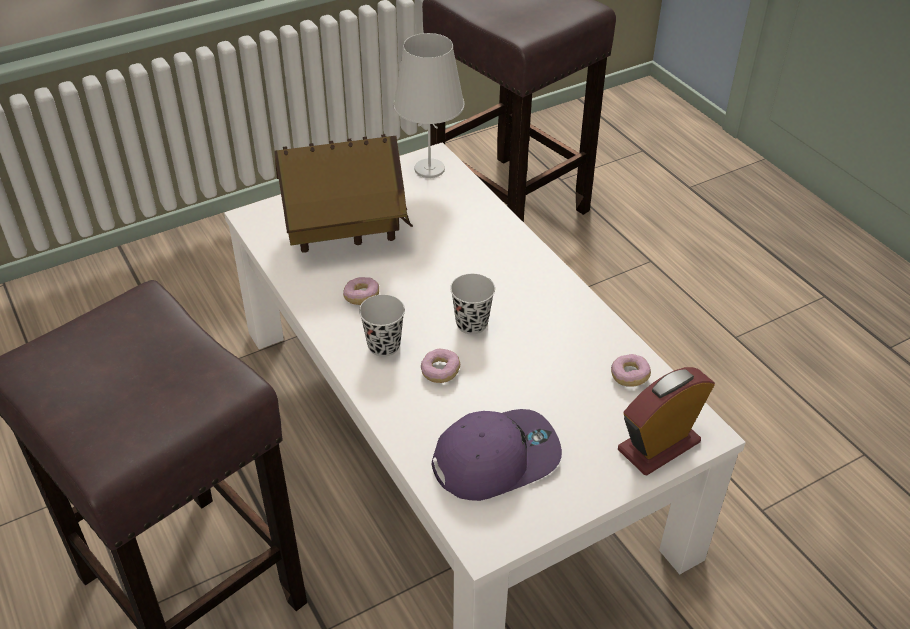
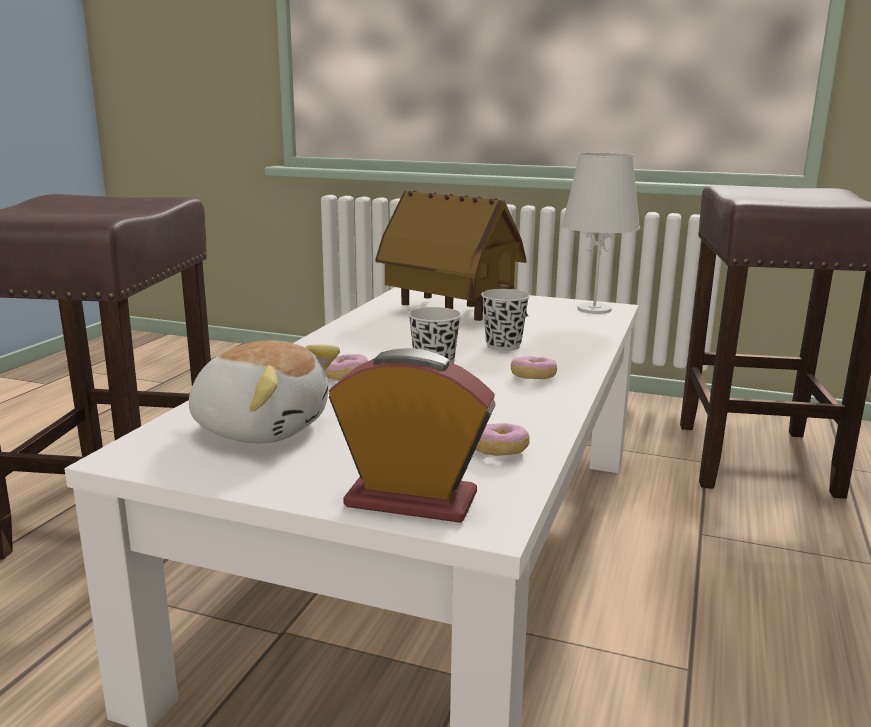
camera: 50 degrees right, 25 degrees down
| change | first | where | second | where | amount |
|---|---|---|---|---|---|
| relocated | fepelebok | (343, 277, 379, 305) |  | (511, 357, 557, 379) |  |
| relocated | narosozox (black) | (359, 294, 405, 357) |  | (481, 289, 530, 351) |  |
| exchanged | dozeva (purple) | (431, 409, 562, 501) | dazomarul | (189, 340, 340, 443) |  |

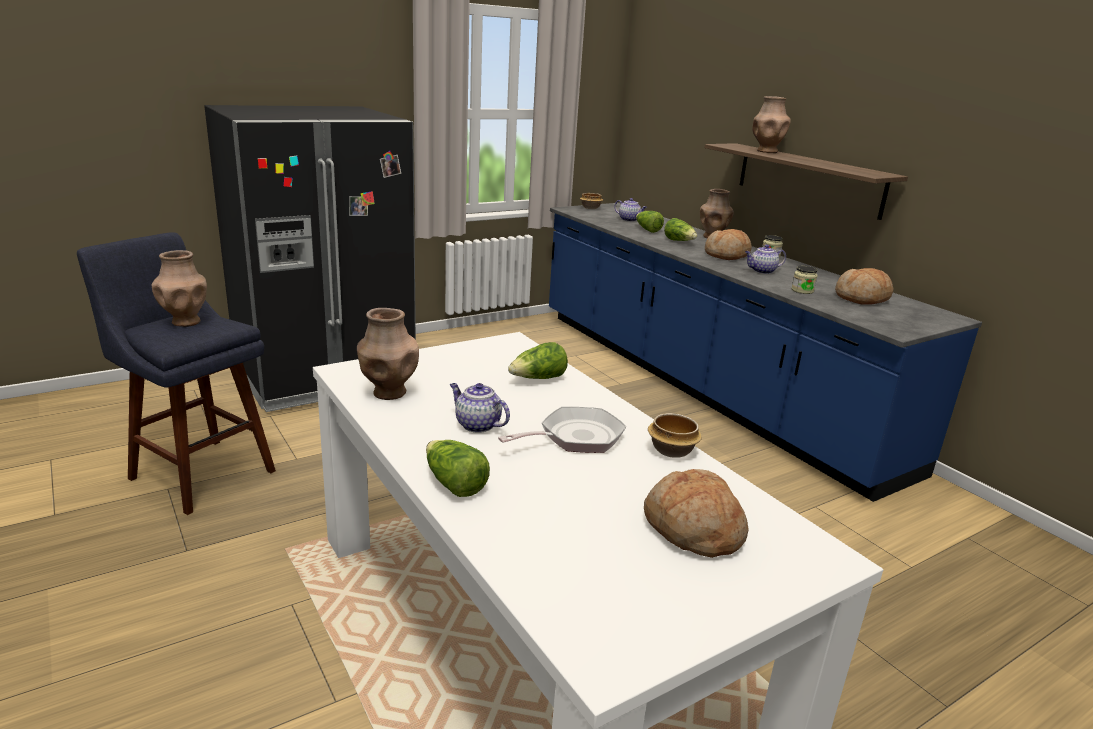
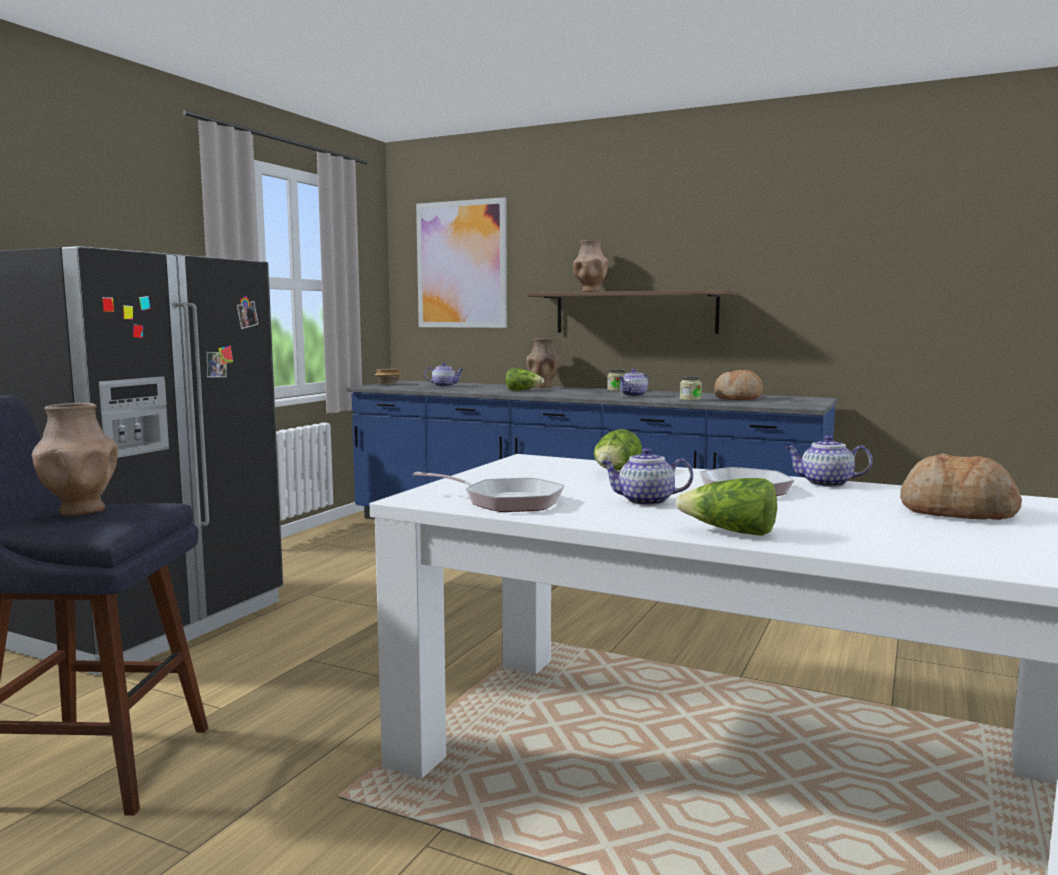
camera: 30 degrees left, 15 degrees down
| change | first | where | second | where | amount |
|---|---|---|---|---|---|
| exchanged | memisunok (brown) | (357, 308, 419, 400) | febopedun | (413, 472, 565, 512) |  |
| missing | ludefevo | (636, 211, 664, 233) |  |  |  |
| exchanged | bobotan | (648, 413, 702, 458) | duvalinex | (785, 435, 872, 487) |  |
| missing | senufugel | (705, 229, 752, 260) |  |  |  |
| appeared |  |  | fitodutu | (416, 197, 507, 328) |  |

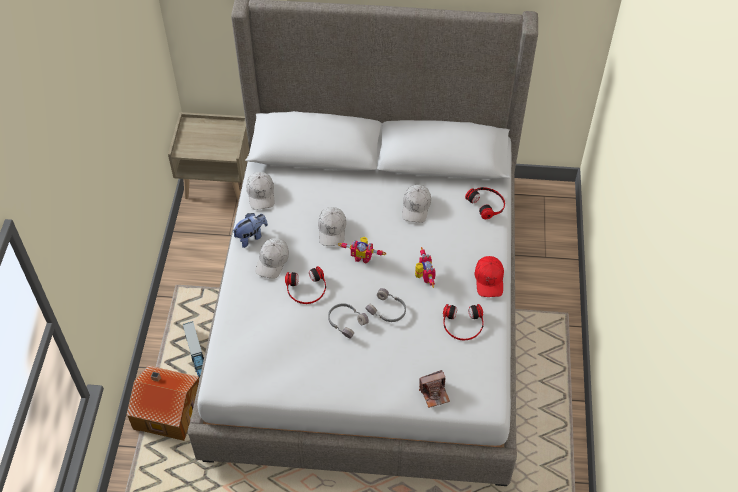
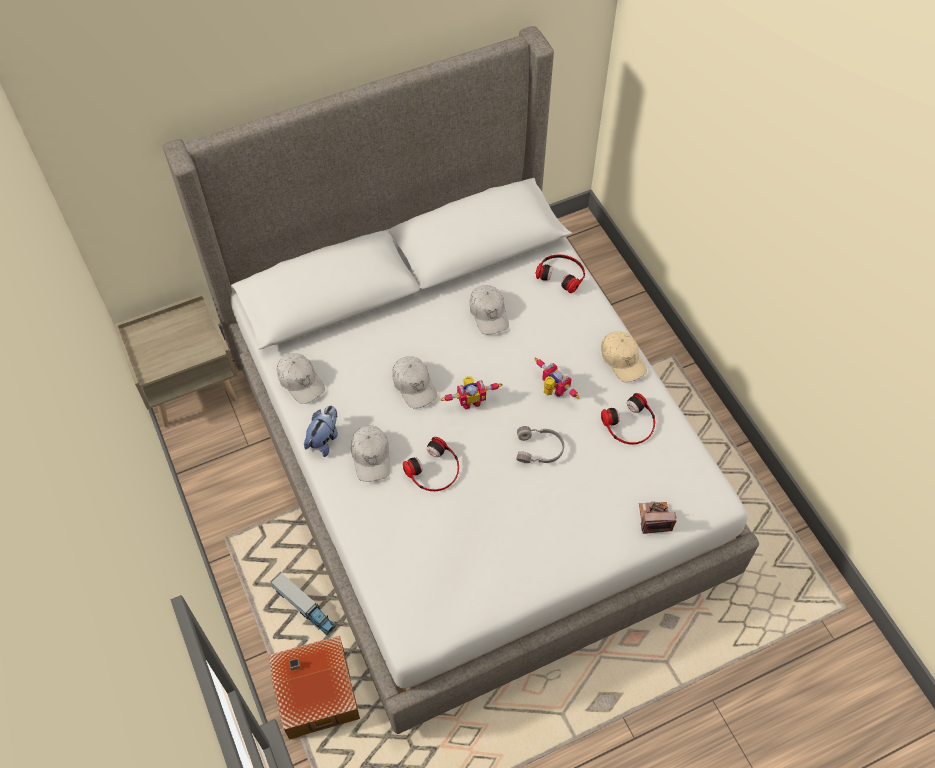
camera: 30 degrees left, 5 degrees up
| change | first | where | second | where | amount |
|---|---|---|---|---|---|
| missing | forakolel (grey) | (328, 303, 369, 339) |  |  |  |
| spun | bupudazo | (419, 370, 450, 408) |  | (639, 502, 676, 534) | 135 degrees counterclockwise |
| colour | dozeva (red) | (474, 256, 504, 297) | dozeva (beige) | (601, 331, 647, 382) |  |

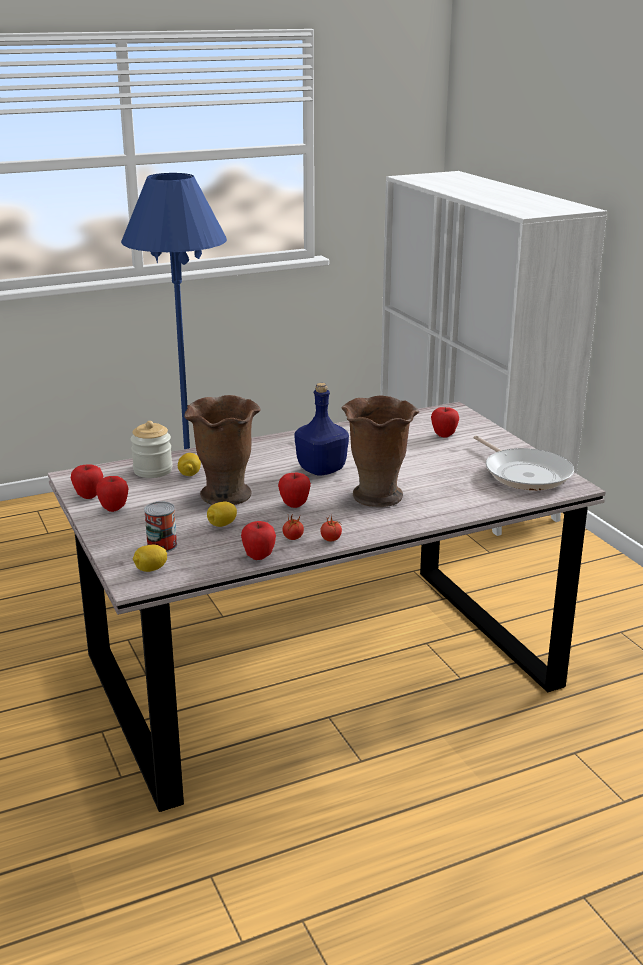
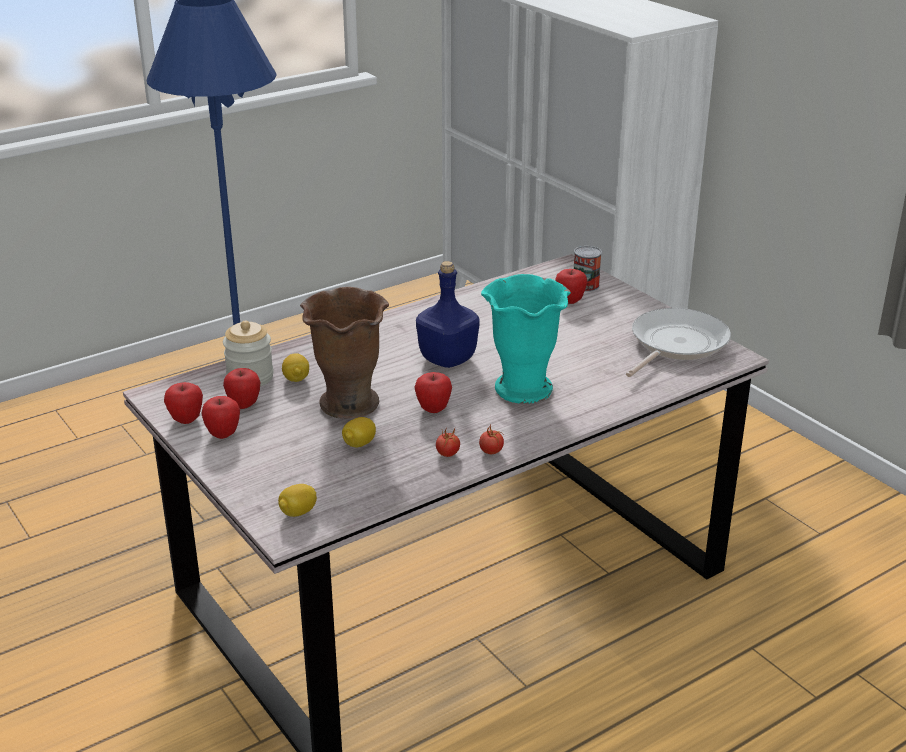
camera: 10 degrees left, 5 degrees up
| change | first | where | second | where | amount |
|---|---|---|---|---|---|
| relocated | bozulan | (144, 501, 177, 552) |  | (574, 246, 602, 292) |  |
| relocated | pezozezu | (241, 521, 276, 560) |  | (223, 368, 260, 409) |  |
| colour | memisunok (brown) | (342, 396, 419, 507) | memisunok (turquoise) | (481, 274, 571, 404) |  |
| spun | febopedun | (473, 436, 574, 490) |  | (626, 308, 731, 377) | 105 degrees counterclockwise |

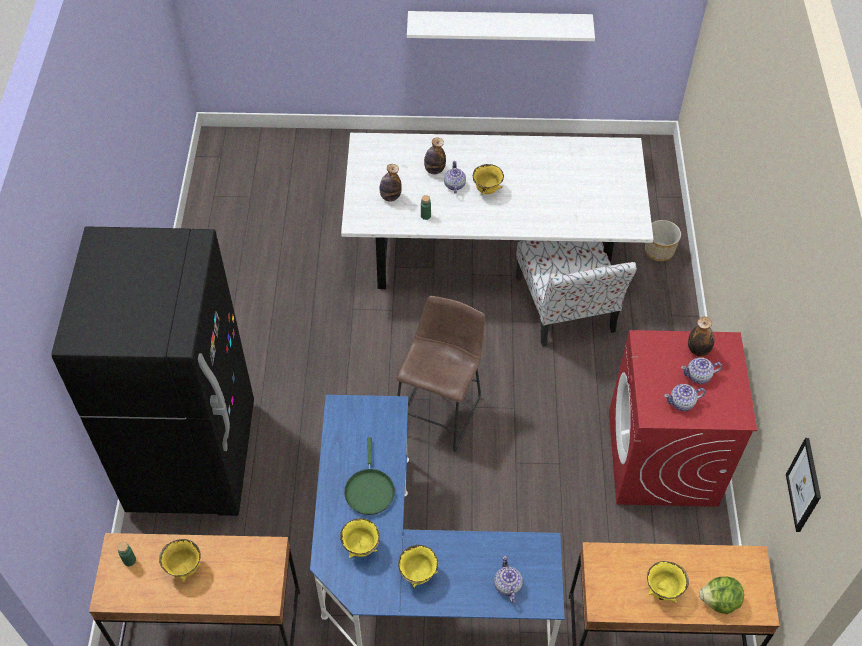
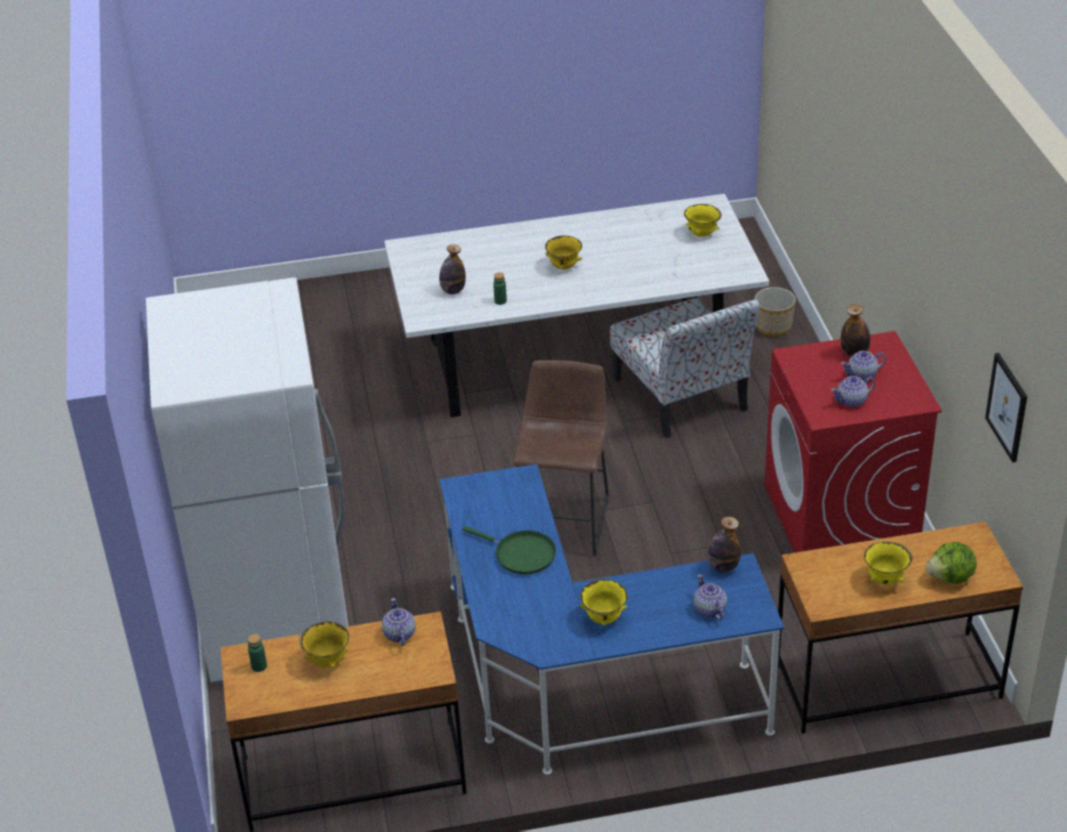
camera: 10 degrees left, 15 degrees down
| change | first | where | second | where | amount |
|---|---|---|---|---|---|
| colour | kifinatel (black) | (52, 226, 254, 516) | kifinatel (white) | (146, 277, 348, 684) |  |
| relocated | bobotan (yellow) | (340, 518, 380, 558) |  | (684, 204, 722, 237) |  |
| spun | febopedun (green) | (344, 437, 395, 515) |  | (462, 526, 556, 574) | 45 degrees counterclockwise |
| missing | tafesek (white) | (407, 11, 595, 41) |  |  |  |
| relocated | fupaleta | (424, 137, 446, 175) |  | (708, 517, 741, 573) |  |
| relocated | duvalinex | (444, 161, 466, 194) |  | (382, 598, 416, 646) |  |

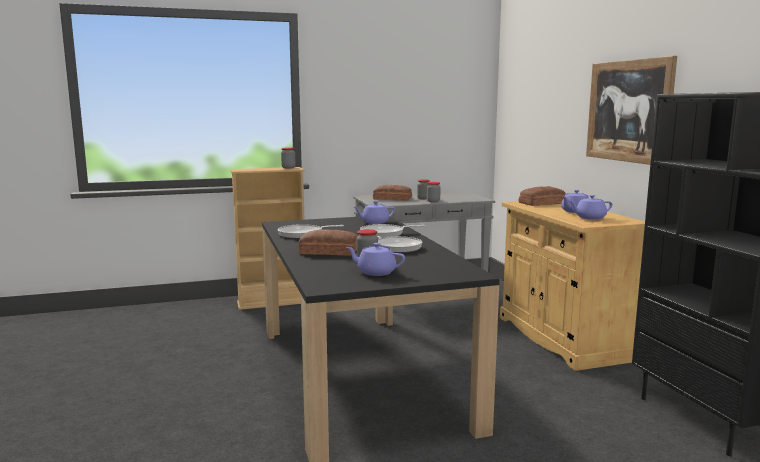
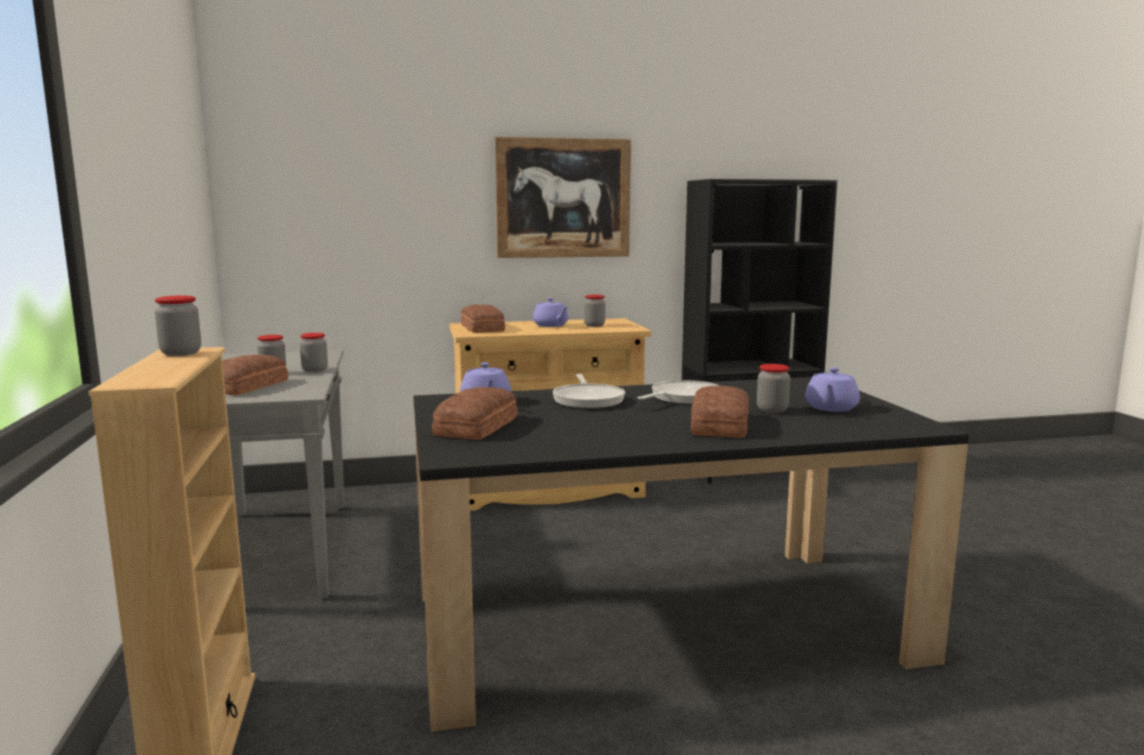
camera: 85 degrees left, 0 degrees up
| change | first | where | second | where | amount |
|---|---|---|---|---|---|
| missing | febopedun | (278, 224, 344, 239) |  |  |  |
| exchanged | duvalinex (purple) | (570, 195, 612, 220) | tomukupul | (584, 295, 605, 327) |  |
| appeared |  |  | senufugel | (432, 387, 518, 440) |  |

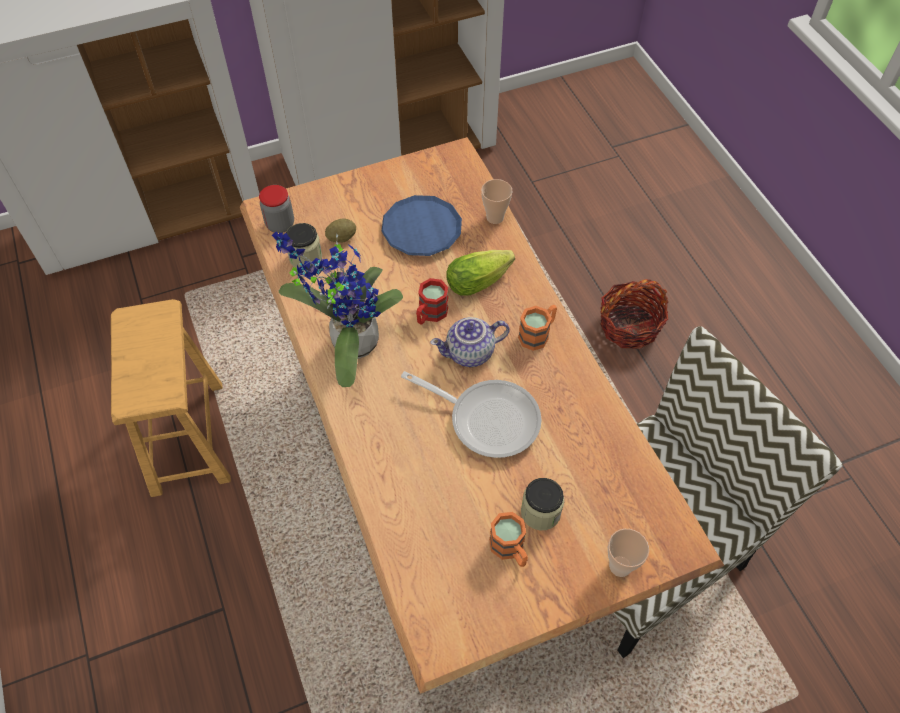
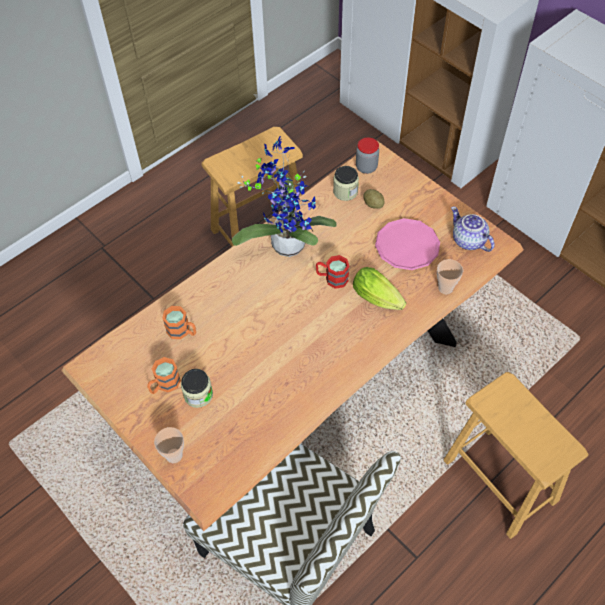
camera: 70 degrees right, 0 degrees up
| change | first | where | second | where | amount |
|---|---|---|---|---|---|
| colour | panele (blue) | (381, 195, 462, 256) | panele (pink) | (375, 218, 440, 270) |  |
| missing | febopedun | (401, 371, 542, 458) |  |  |  |
| relocated | duvalinex | (430, 317, 510, 367) |  | (451, 207, 494, 252) |  |
| relocated | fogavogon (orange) | (518, 305, 557, 351) |  | (162, 306, 196, 339) |  |
| exchanged | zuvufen | (600, 279, 669, 349) | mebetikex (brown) | (443, 372, 589, 539) |  |

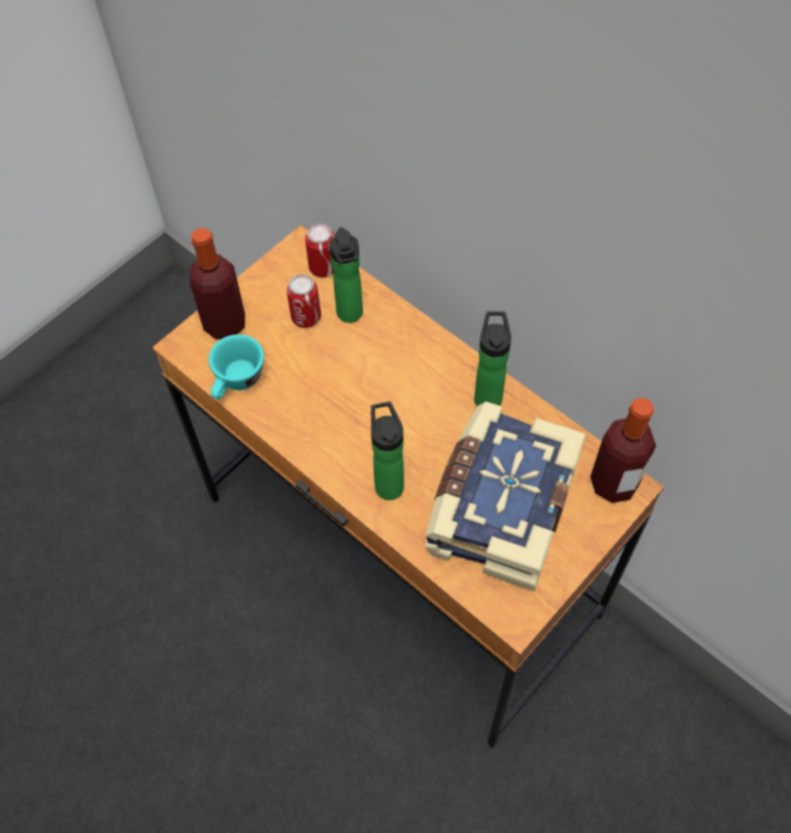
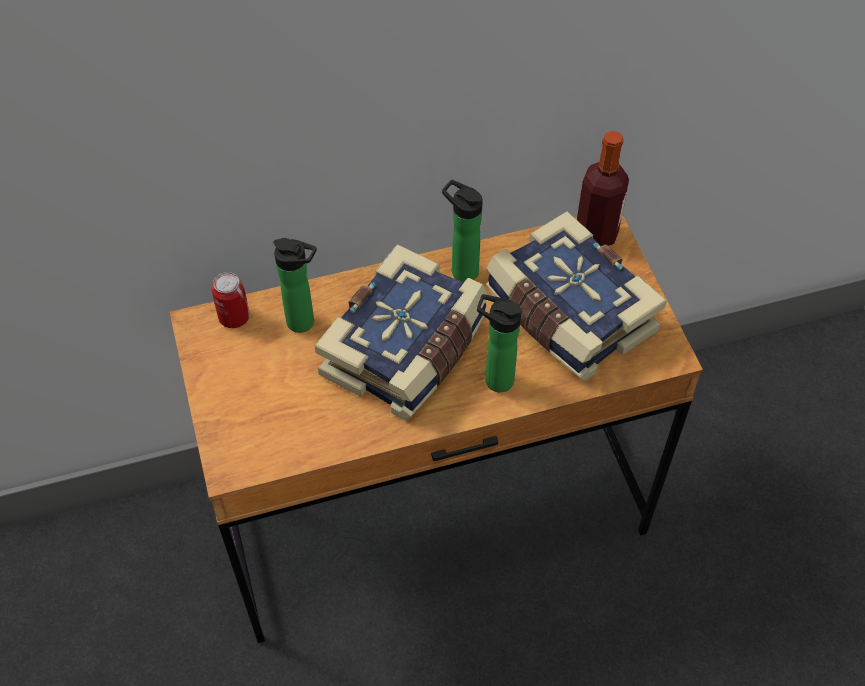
camera: 60 degrees left, 5 degrees down
| change | first | where | second | where | amount |
|---|---|---|---|---|---|
| missing | fupaleta | (190, 228, 245, 340) |  |  |  |
| missing | narosozox (turquoise) | (209, 334, 264, 400) |  |  |  |
| missing | bozulan | (287, 274, 321, 328) |  |  |  |
| appeared |  |  | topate | (315, 244, 488, 420) |  |

